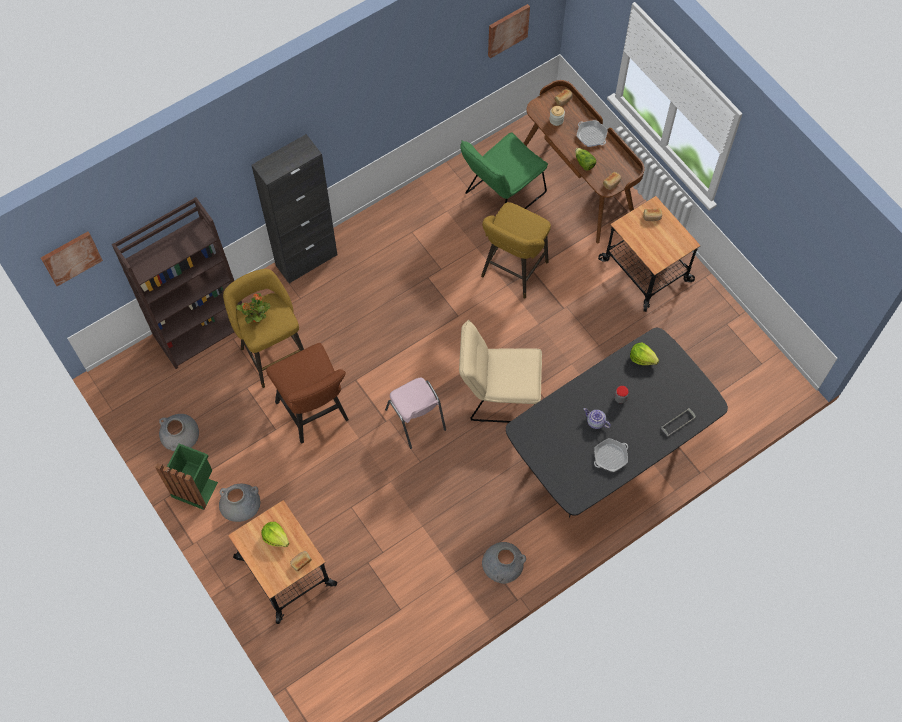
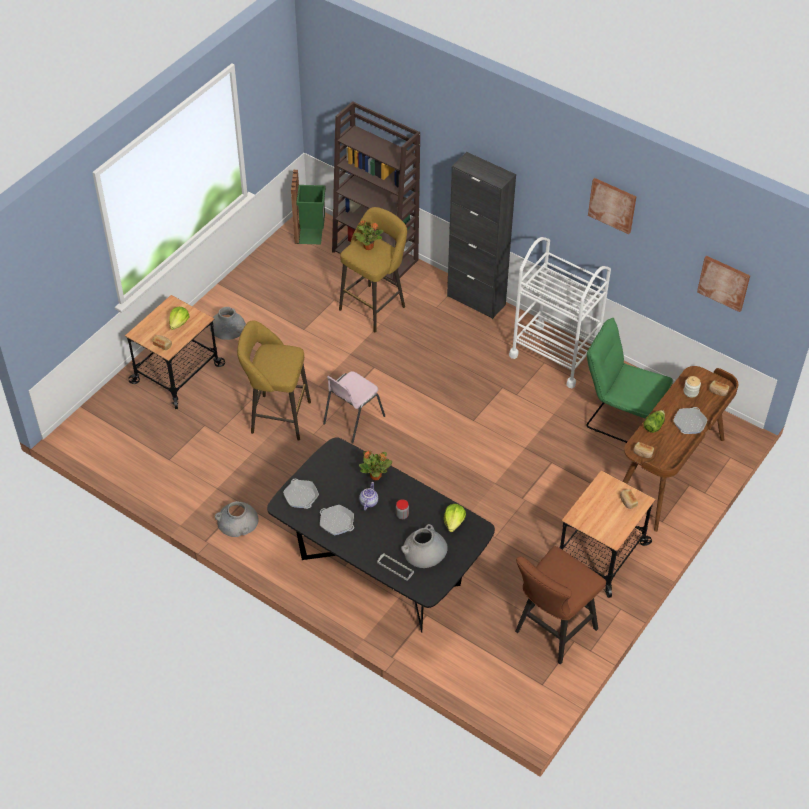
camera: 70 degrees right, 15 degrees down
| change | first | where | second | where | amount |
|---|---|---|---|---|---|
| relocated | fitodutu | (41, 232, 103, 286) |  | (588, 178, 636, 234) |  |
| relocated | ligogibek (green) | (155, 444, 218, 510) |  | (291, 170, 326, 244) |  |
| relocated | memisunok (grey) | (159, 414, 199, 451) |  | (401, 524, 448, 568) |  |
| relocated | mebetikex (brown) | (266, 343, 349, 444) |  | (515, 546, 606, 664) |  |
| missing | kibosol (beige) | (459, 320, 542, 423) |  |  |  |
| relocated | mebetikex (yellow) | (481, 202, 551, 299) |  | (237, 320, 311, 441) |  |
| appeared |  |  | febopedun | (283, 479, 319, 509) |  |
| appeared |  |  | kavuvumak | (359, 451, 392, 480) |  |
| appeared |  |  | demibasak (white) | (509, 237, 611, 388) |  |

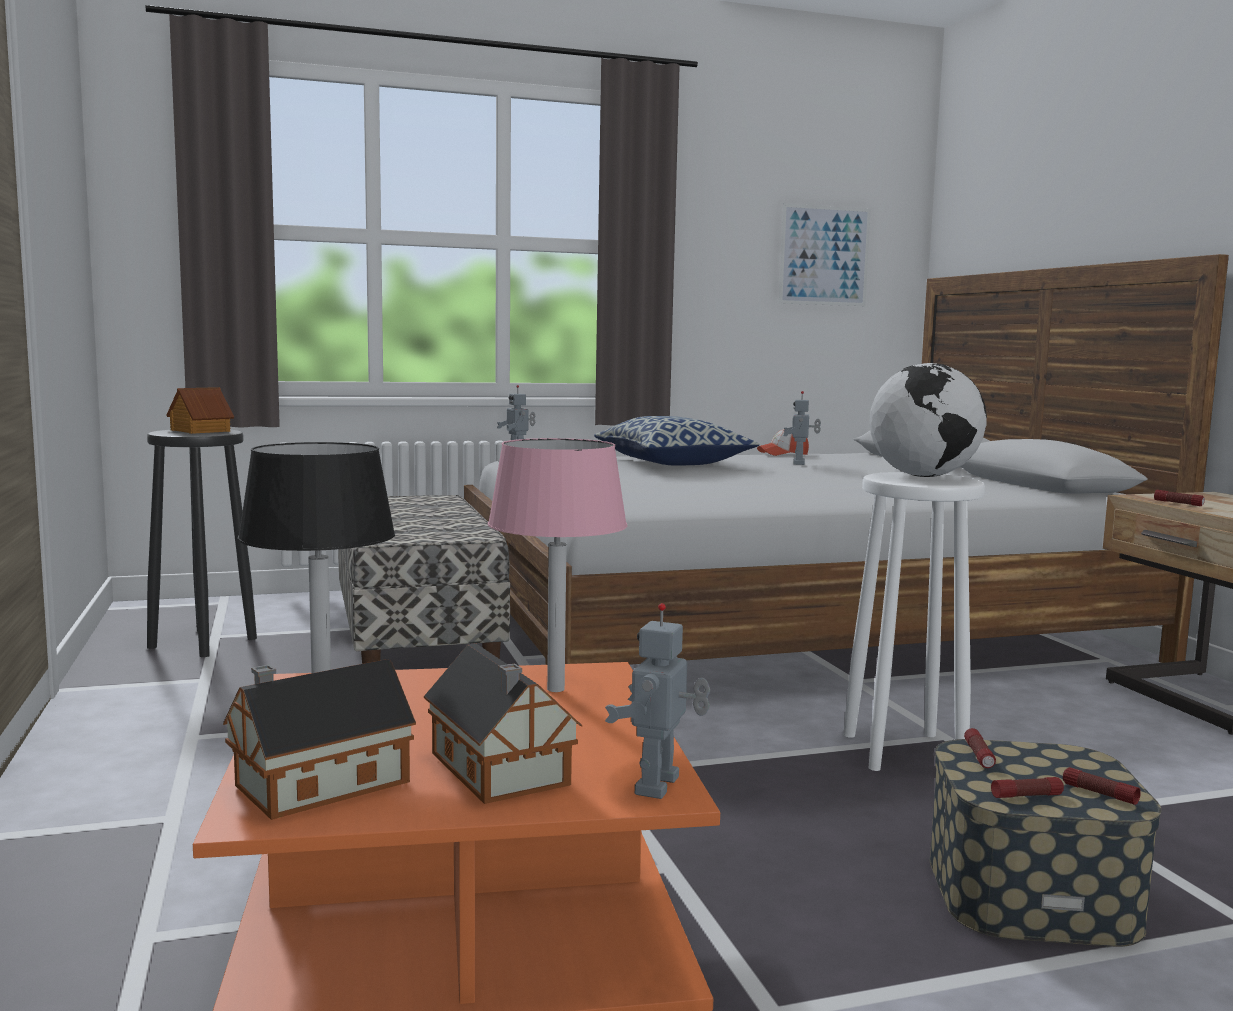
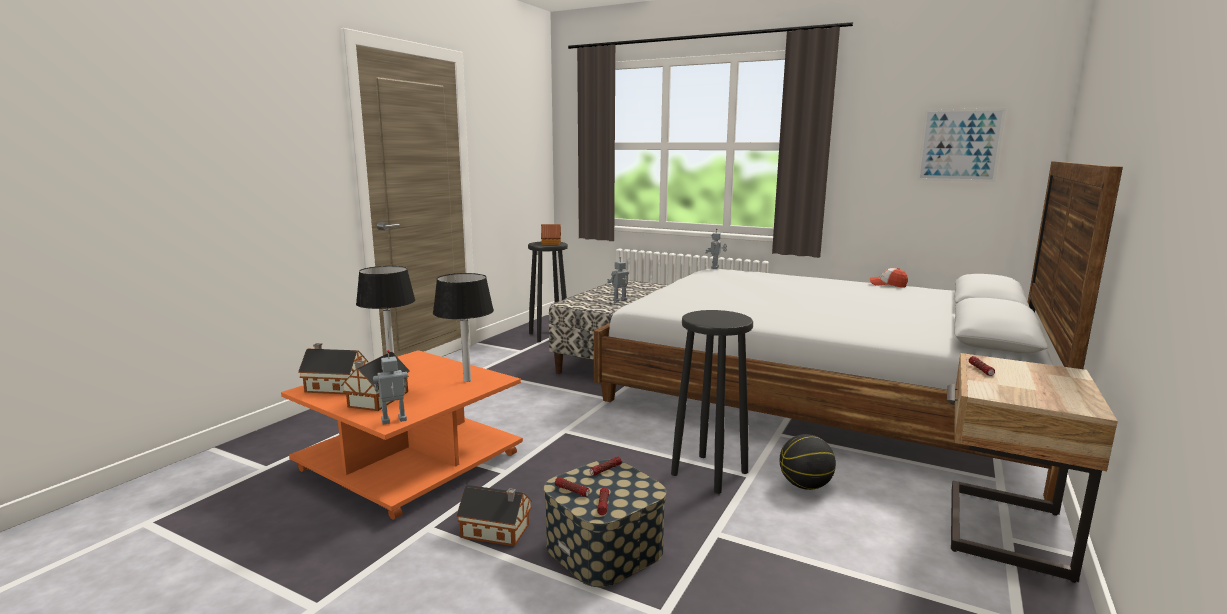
camera: 45 degrees right, 5 degrees up
| change | first | where | second | where | amount |
|---|---|---|---|---|---|
| colour | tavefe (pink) | (488, 438, 627, 692) | tavefe (black) | (433, 273, 494, 382) |  |
| missing | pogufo | (594, 416, 759, 465) |  |  |  |
| relocated | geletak | (783, 391, 821, 465) |  | (607, 257, 629, 302) |  |
| colour | mebetikex (white) | (843, 472, 985, 771) | mebetikex (black) | (671, 310, 753, 494) |  |
| missing | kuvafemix | (869, 363, 987, 477) |  |  |  |
| appeared |  |  | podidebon | (456, 485, 532, 546) |  |
| appeared |  |  | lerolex | (779, 434, 836, 490) |  |

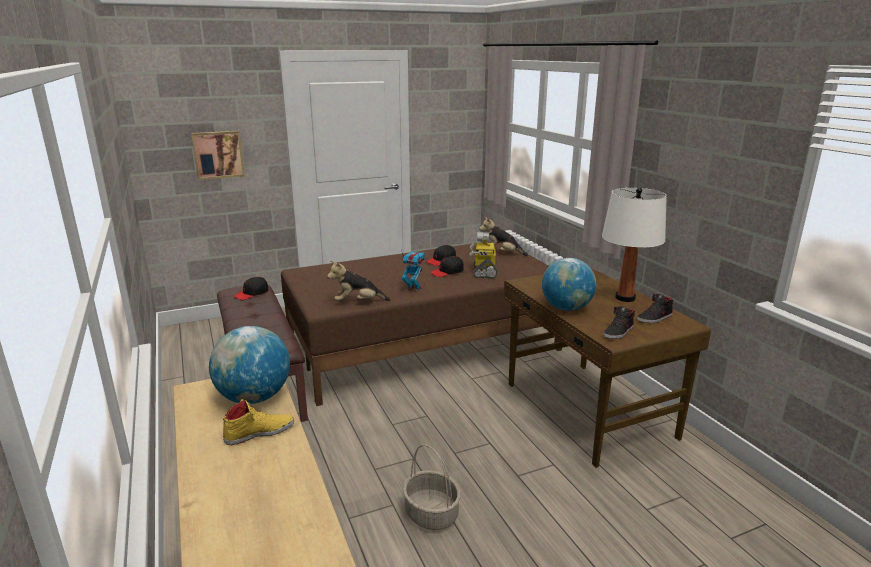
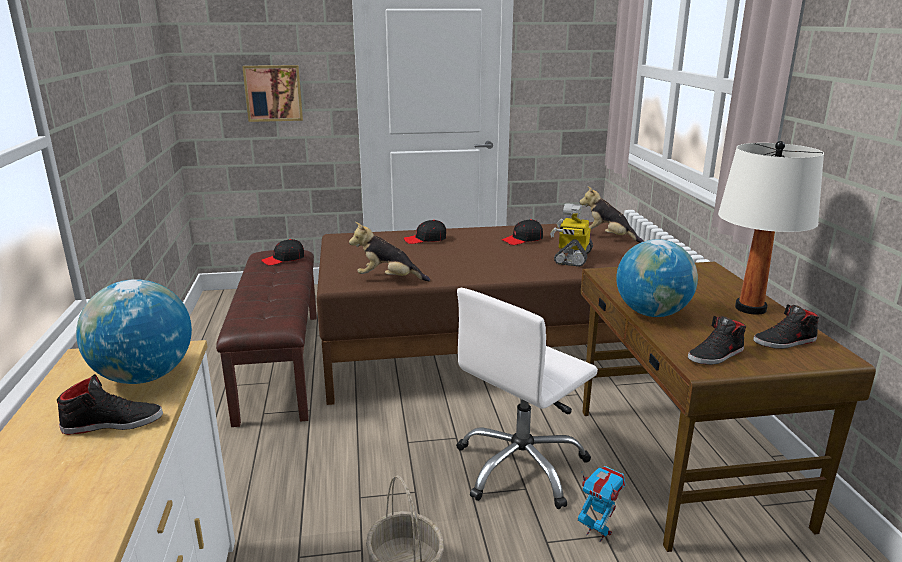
camera: 15 degrees right, 0 degrees up
| change | first | where | second | where | amount |
|---|---|---|---|---|---|
| colour | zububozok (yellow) | (223, 399, 294, 445) | zububozok (black) | (57, 374, 163, 435) |  |
| relocated | geletak | (401, 250, 426, 292) |  | (578, 466, 625, 542) |  |
| relocated | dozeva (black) | (430, 256, 464, 277) |  | (404, 220, 446, 244) |  |
| appeared |  |  | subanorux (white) | (456, 288, 598, 509) |  |

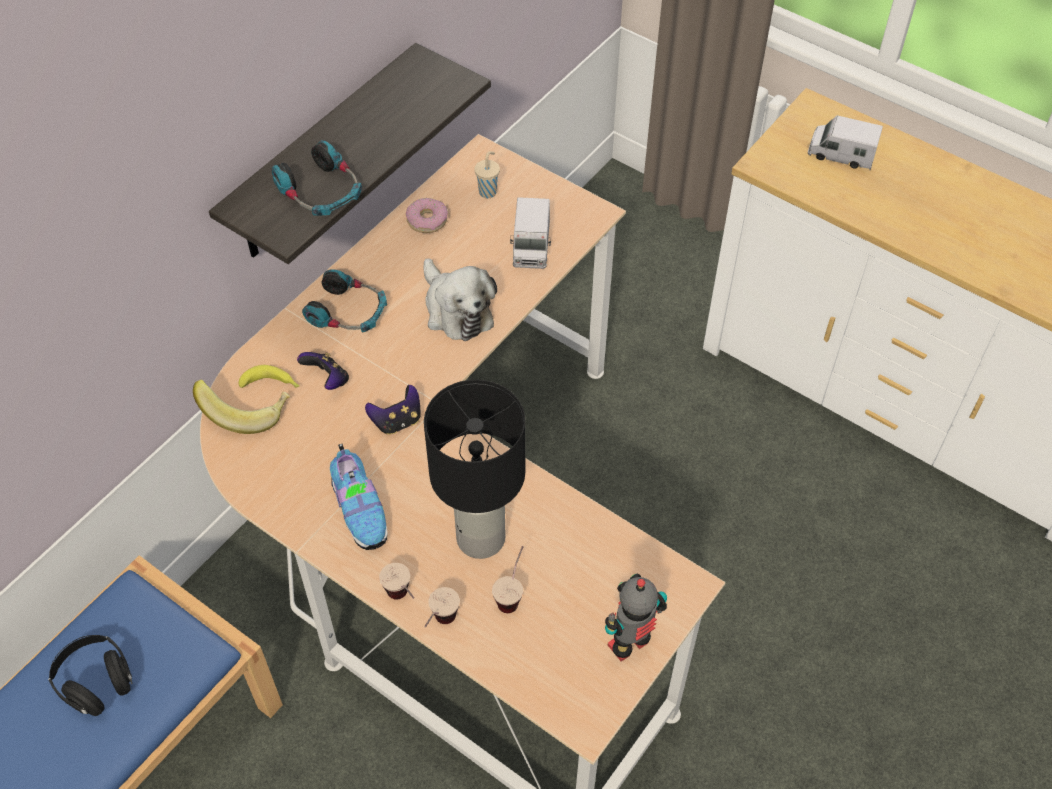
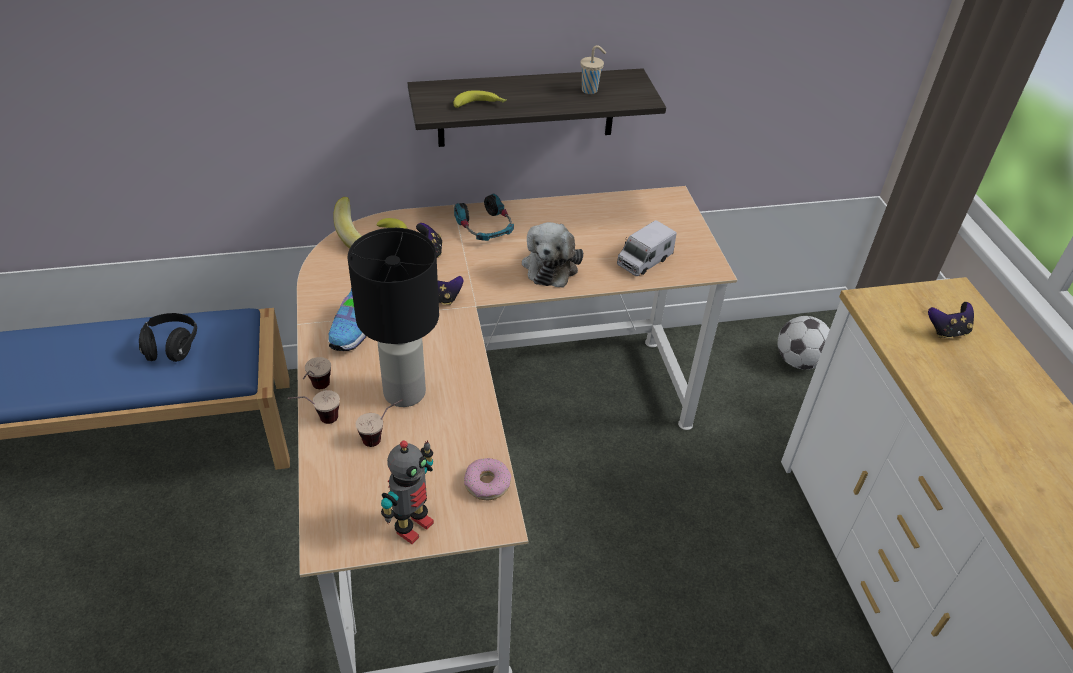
camera: 40 degrees right, 10 degrees down
| change | first | where | second | where | amount |
|---|---|---|---|---|---|
| exchanged | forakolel | (272, 140, 362, 216) | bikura | (454, 90, 506, 108) |  |
| relocated | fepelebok | (406, 198, 448, 233) |  | (464, 458, 511, 500) |  |
| relocated | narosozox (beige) | (474, 151, 500, 198) |  | (580, 45, 606, 94) |  |
| spun | geletak | (605, 574, 667, 662) |  | (381, 440, 434, 544) | 120 degrees clockwise |
| exchanged | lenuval | (808, 115, 883, 170) | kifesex | (928, 302, 974, 338) |  |
| appeared |  |  | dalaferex | (778, 316, 830, 370) |  |

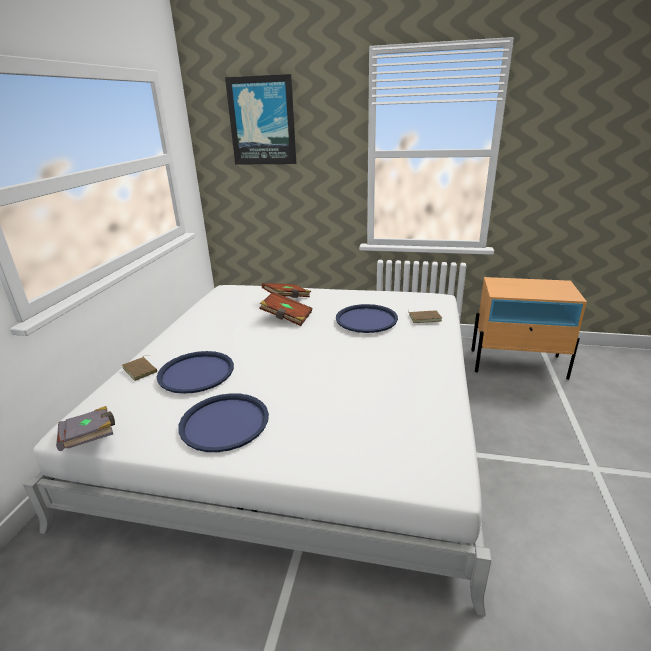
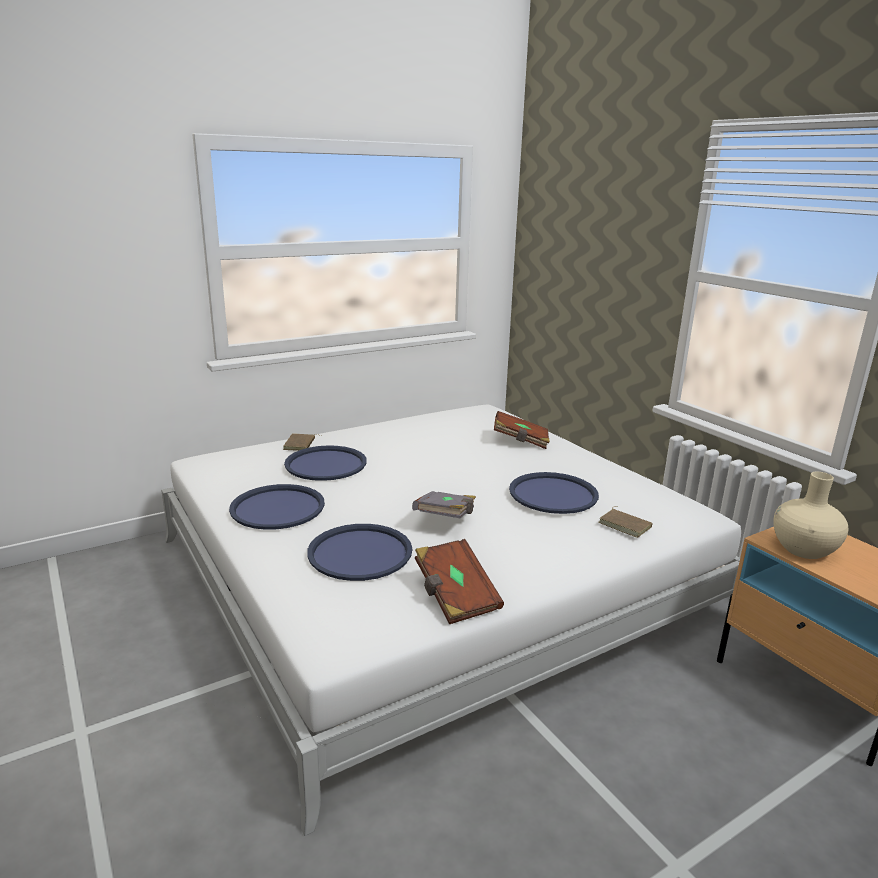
camera: 45 degrees right, 5 degrees down
| change | first | where | second | where | amount |
|---|---|---|---|---|---|
| relocated | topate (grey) | (56, 406, 115, 451) |  | (412, 491, 476, 518) |  |
| missing | fitodutu | (225, 74, 296, 164) |  |  |  |
| relocated | topate (brown) | (259, 292, 313, 326) |  | (415, 539, 504, 624) |  |
| appeared |  |  | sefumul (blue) | (307, 524, 412, 581) |  |
| appeared |  |  | memisunok (beige) | (773, 472, 848, 559) |  |

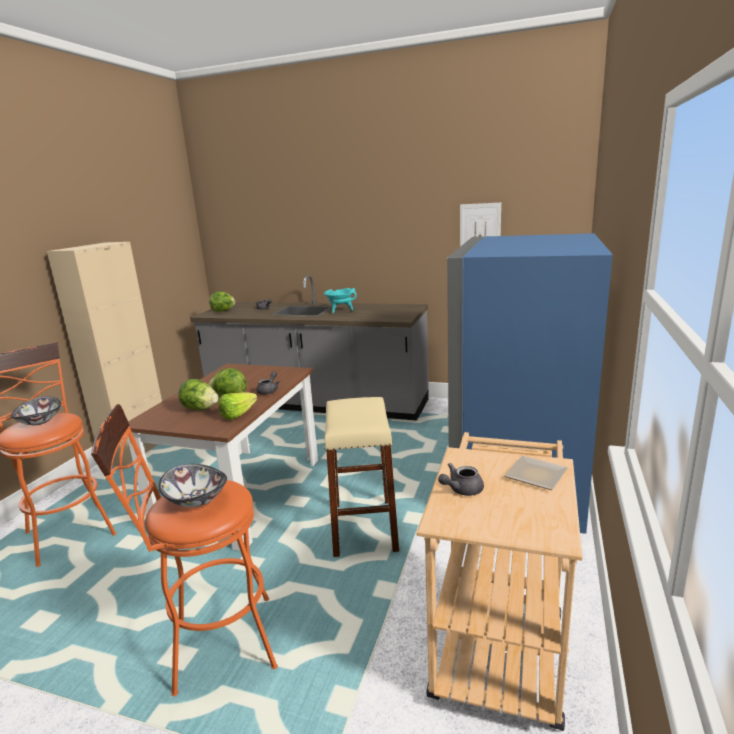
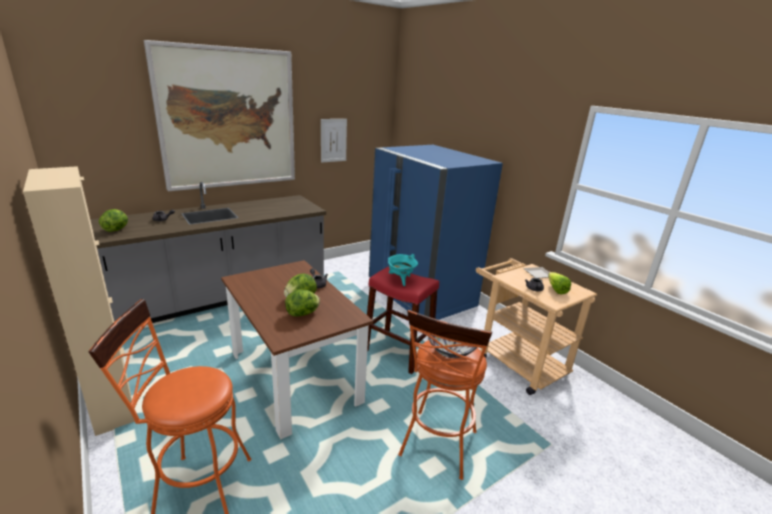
camera: 55 degrees left, 5 degrees up
| change | first | where | second | where | amount |
|---|---|---|---|---|---|
| missing | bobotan | (11, 396, 61, 425) |  |  |  |
| relocated | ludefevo | (218, 392, 257, 420) |  | (548, 272, 571, 294) |  |
| relocated | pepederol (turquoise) | (324, 288, 357, 313) |  | (388, 254, 418, 286) |  |
| colour | mebetikex (beige) | (324, 397, 399, 557) | mebetikex (red) | (367, 266, 439, 374) |  |
| appeared |  |  | fitodutu | (144, 40, 295, 191) |  |

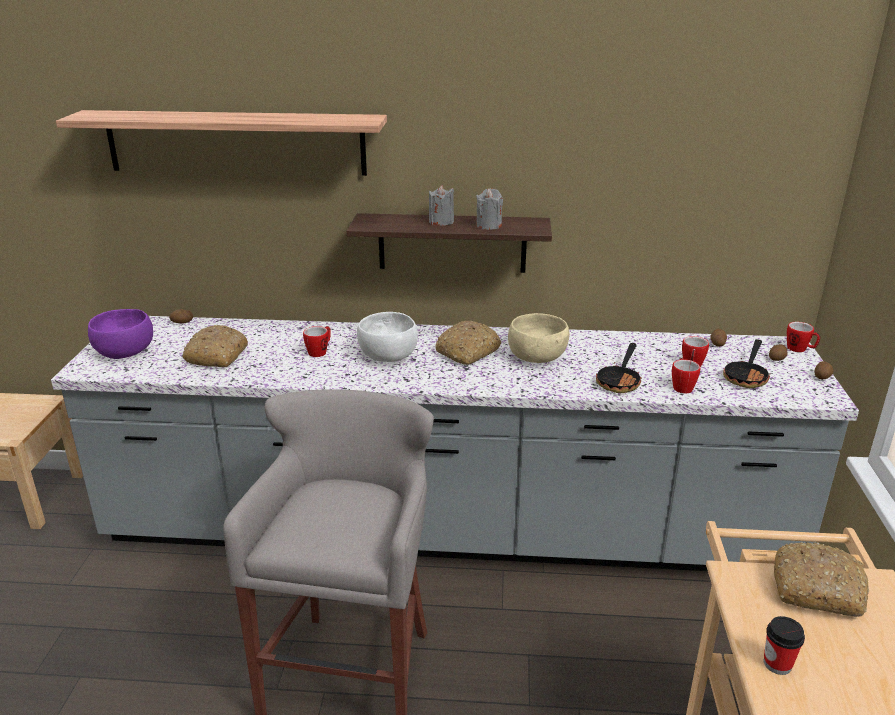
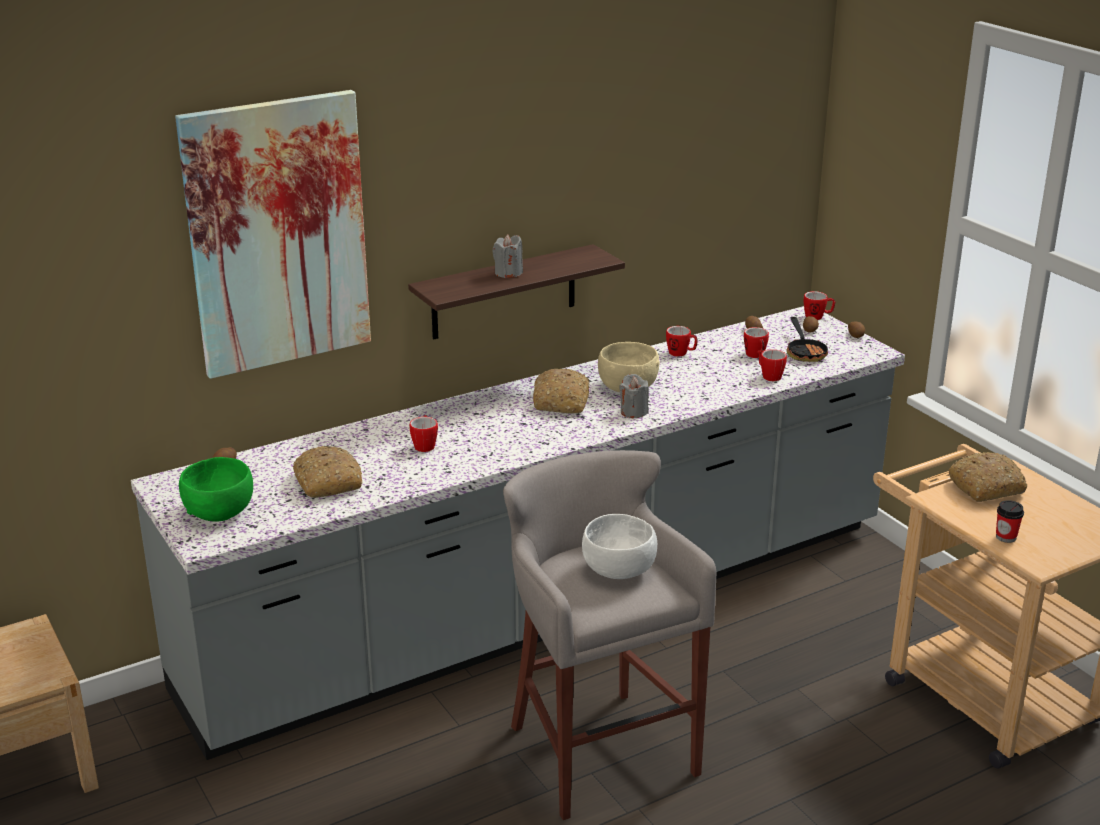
camera: 35 degrees left, 0 degrees up
| change | first | where | second | where | amount |
|---|---|---|---|---|---|
| exchanged | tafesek | (56, 110, 387, 176) | fitodutu | (175, 90, 371, 379) |  |
| colour | bobotan (purple) | (88, 309, 153, 359) | bobotan (green) | (179, 457, 253, 522) |  |
| relocated | bobotan (white) | (357, 312, 418, 362) |  | (582, 514, 657, 579) |  |
| relocated | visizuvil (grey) | (476, 188, 503, 230) |  | (619, 374, 649, 418) |  |
| missing | febopedun | (596, 343, 642, 393) |  |  |  |
| appeared |  |  | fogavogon | (666, 326, 698, 357) |  |

